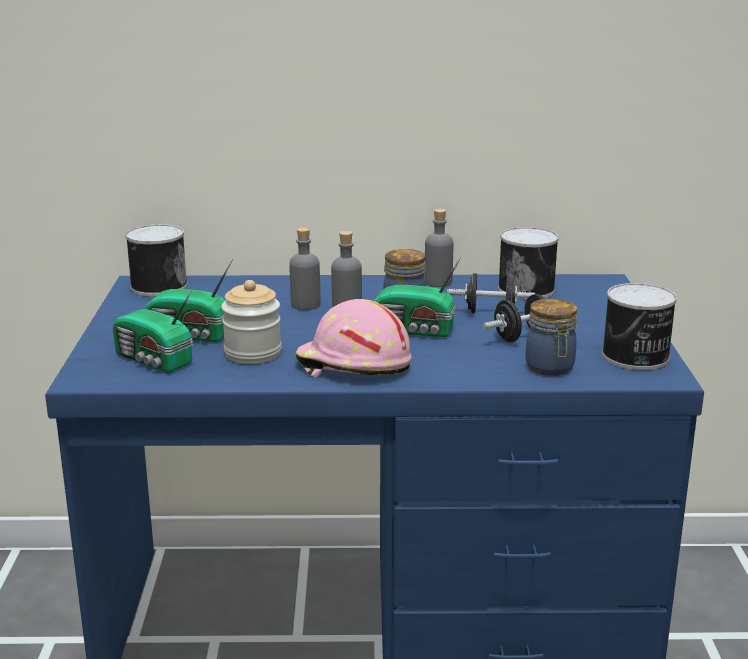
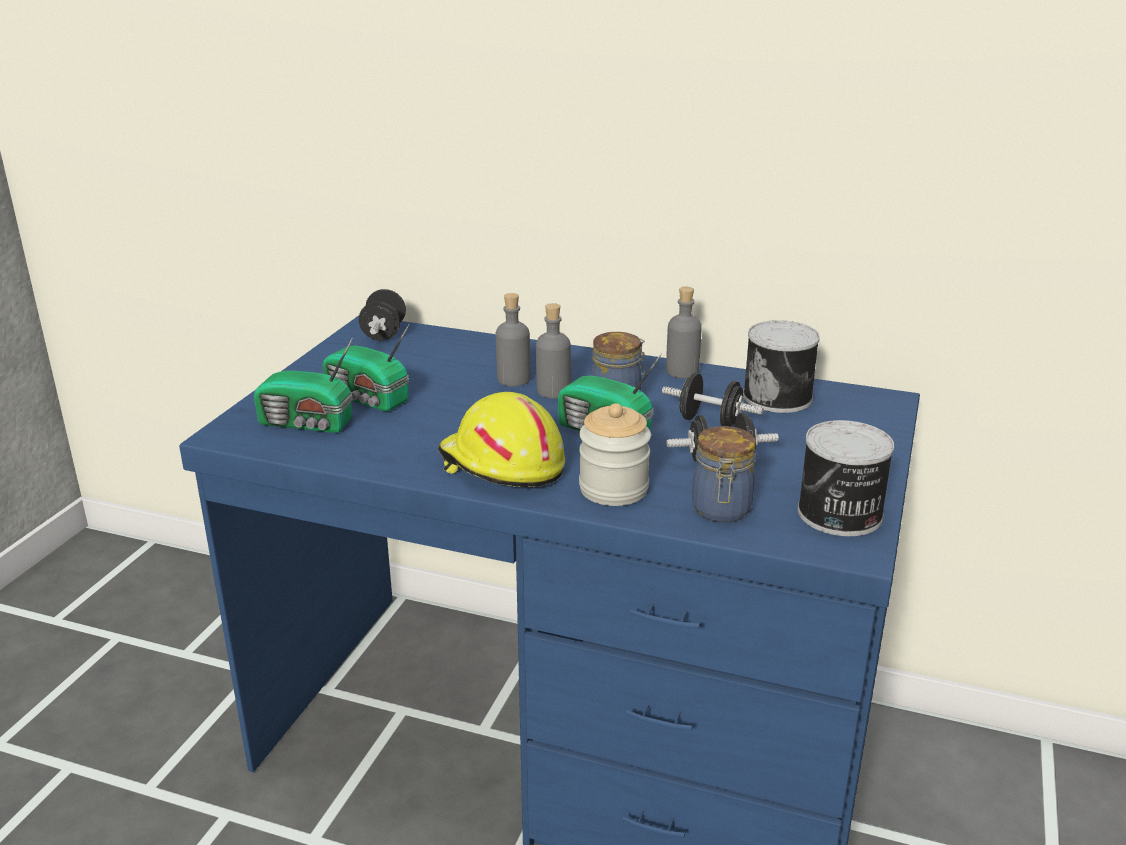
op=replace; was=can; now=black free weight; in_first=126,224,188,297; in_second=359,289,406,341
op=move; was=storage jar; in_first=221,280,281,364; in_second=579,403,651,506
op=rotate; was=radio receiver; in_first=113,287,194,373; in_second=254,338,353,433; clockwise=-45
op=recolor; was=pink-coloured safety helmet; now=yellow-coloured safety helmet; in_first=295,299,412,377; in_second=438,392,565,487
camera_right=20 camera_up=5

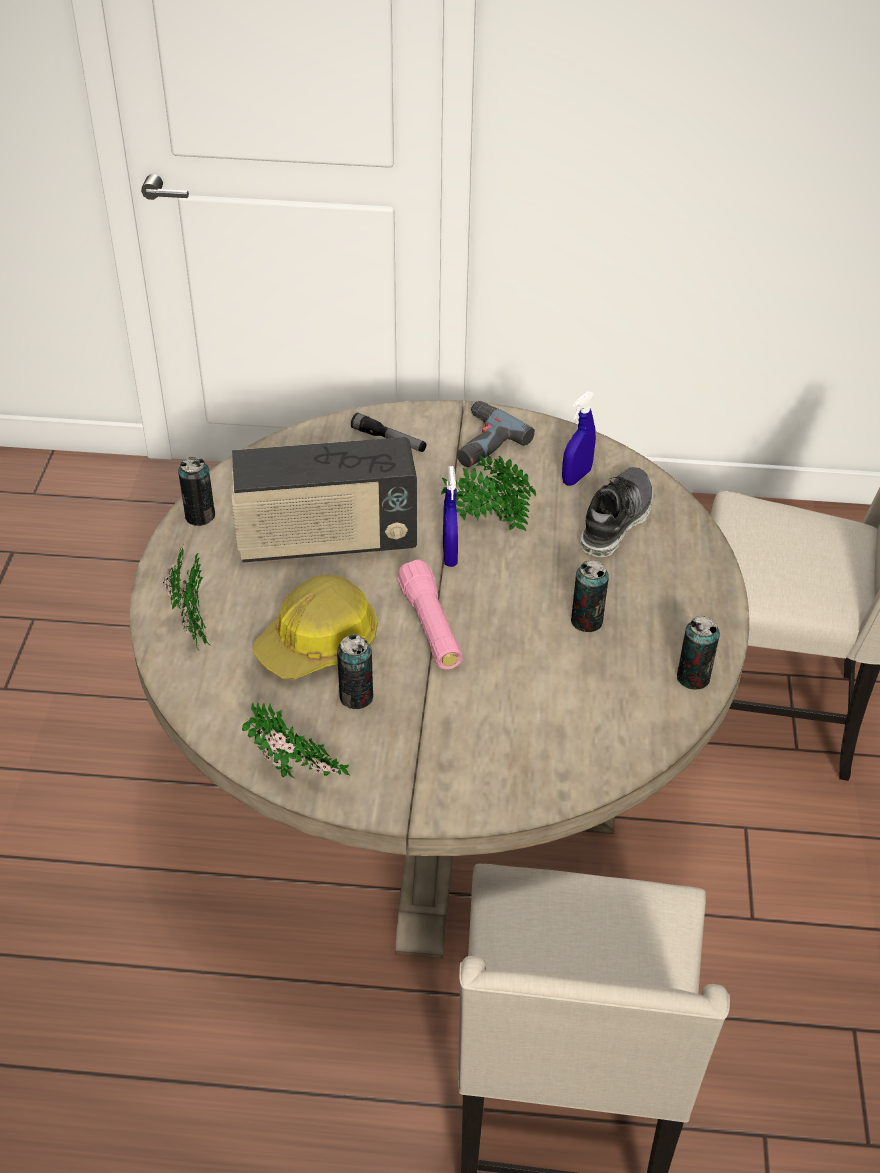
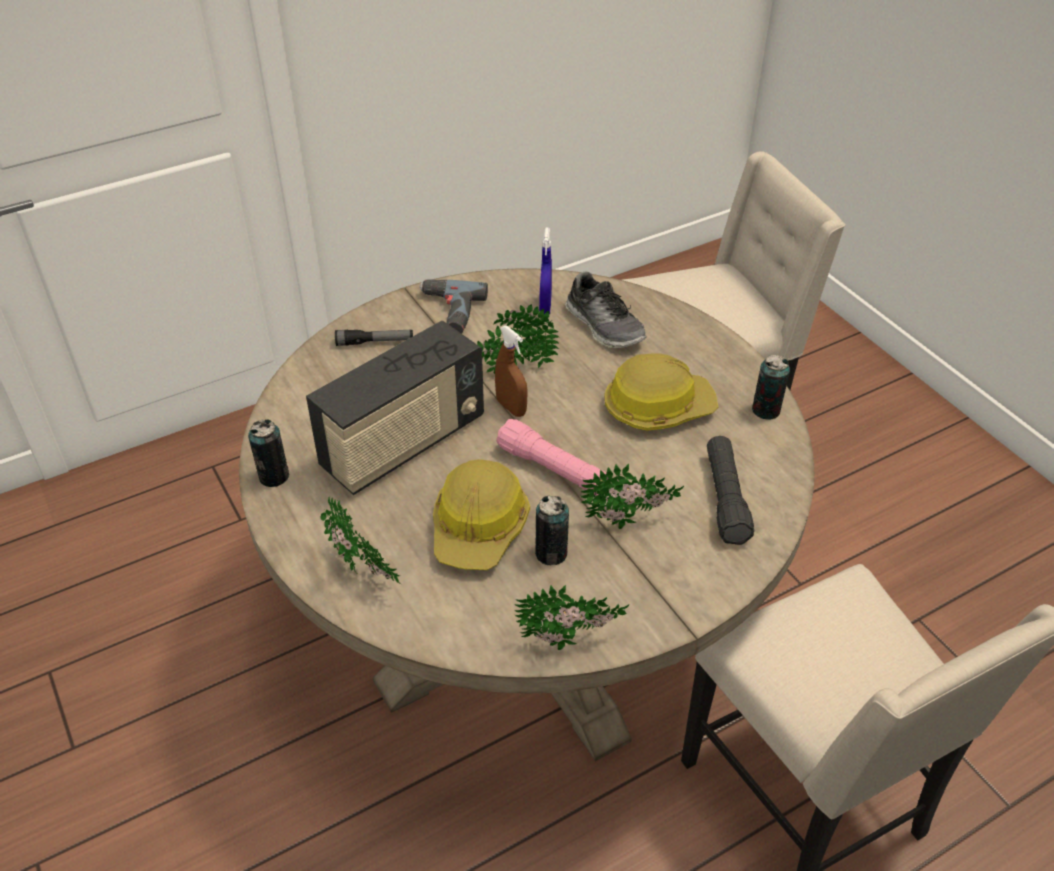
op=recolor; was=blue hand sprayer; now=brownish hand sprayer; in_first=443,466,458,567; in_second=495,326,528,417
op=rotate; was=shoe; in_first=581,467,653,558; in_second=565,272,647,348; clockwise=150
op=replace; was=can; now=safety helmet; in_first=571,560,609,632; in_second=604,353,718,431
op=insert; now=black flashlight; in_second=707,436,754,545
op=insert; now=houseplant; in_second=581,464,684,529
camera_right=-35 camera_up=0

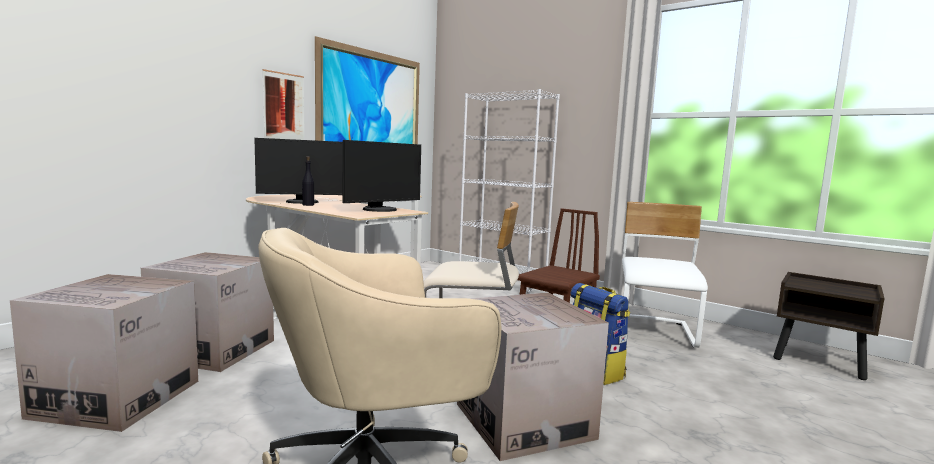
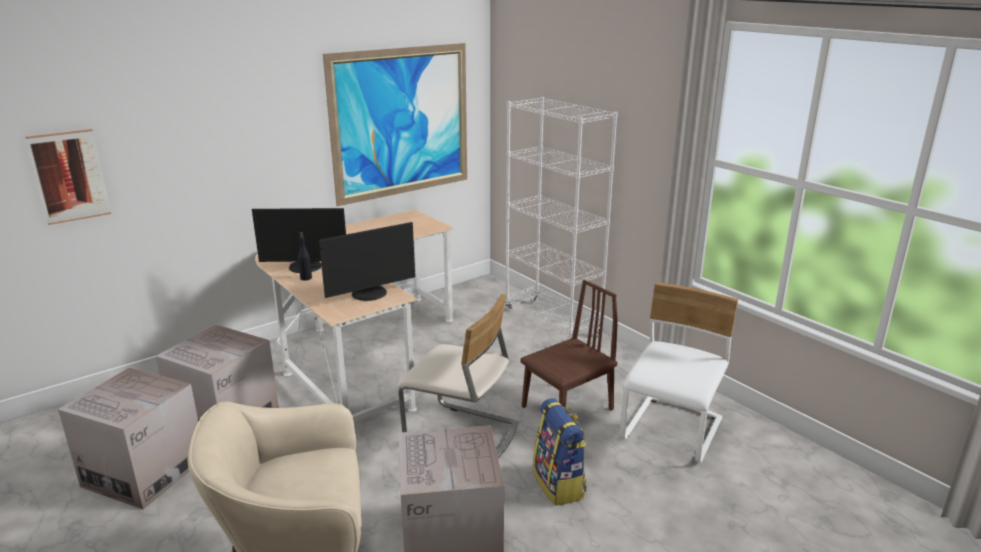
op=move; was=wall art; in_first=262,69,304,140; in_second=25,129,111,225
op=delete; was=brownish nightstand; in_first=773,272,884,380
camera_right=15 camera_up=15

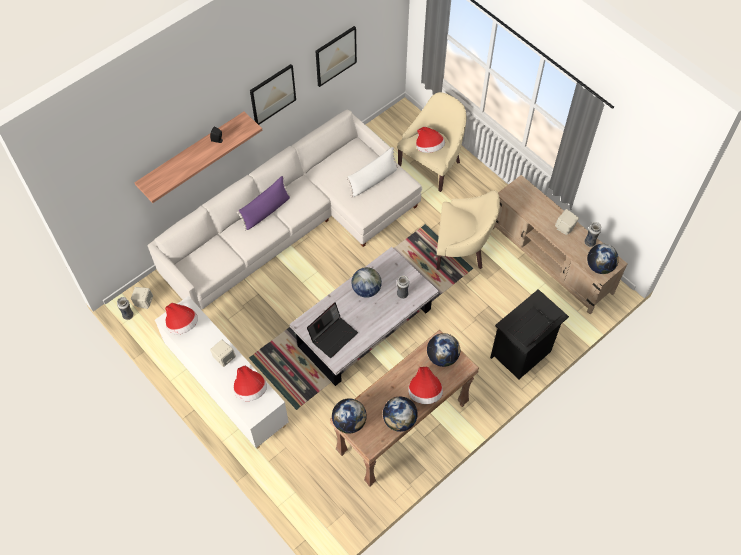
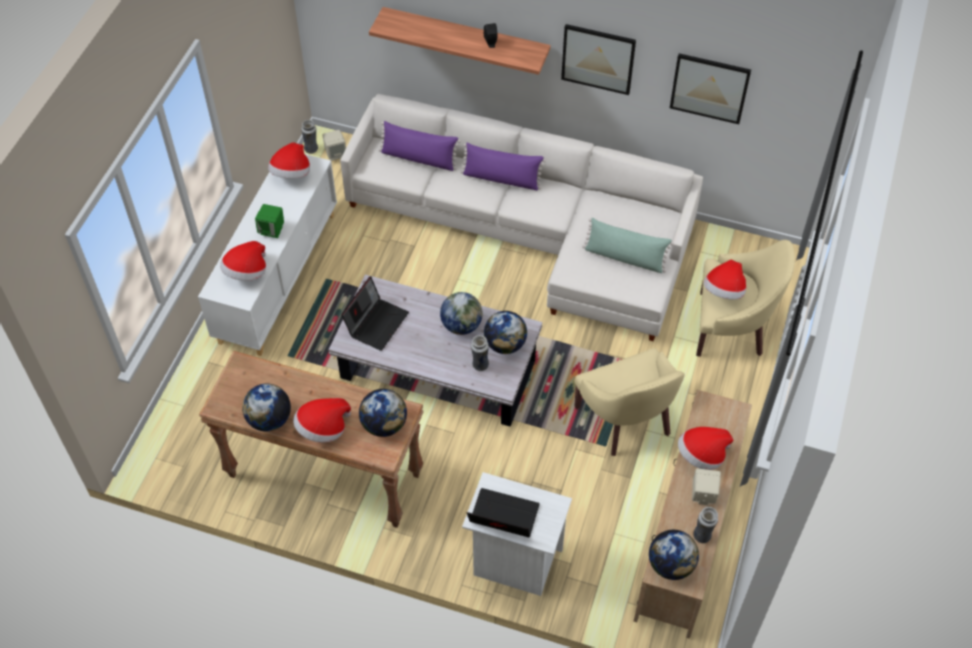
op=recolor; was=whitish cushion; now=green cushion; in_first=346,147,398,197; in_second=582,218,674,273
op=recolor; was=black nightstand; now=whitish nightstand; in_first=490,289,569,379; in_second=462,472,572,596
op=rotate; was=notebook computer; in_first=307,302,358,358; in_second=341,276,409,351; clockwise=-75
op=recolor; was=sand-coloured speaker; now=green speaker; in_first=210,340,236,367; in_second=255,204,284,238
op=move; was=globe; in_first=332,398,367,434; in_second=484,311,527,354
op=insert; now=purple-coloured cushion; in_second=379,121,461,171
op=insert; now=hat; in_second=678,427,734,470
camera_right=60 camera_up=-5

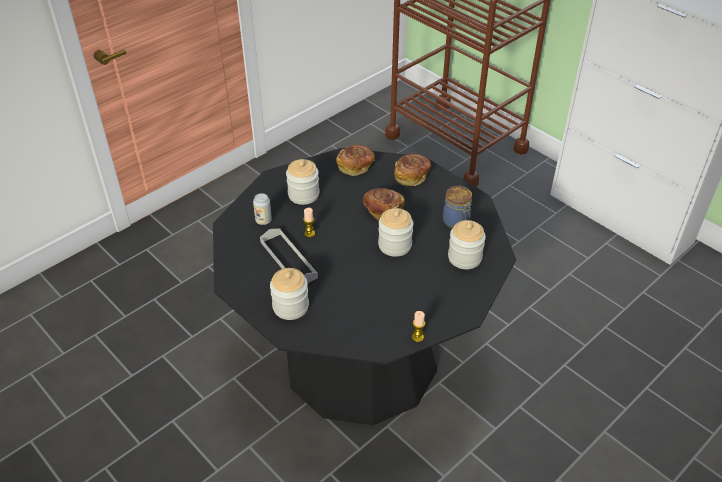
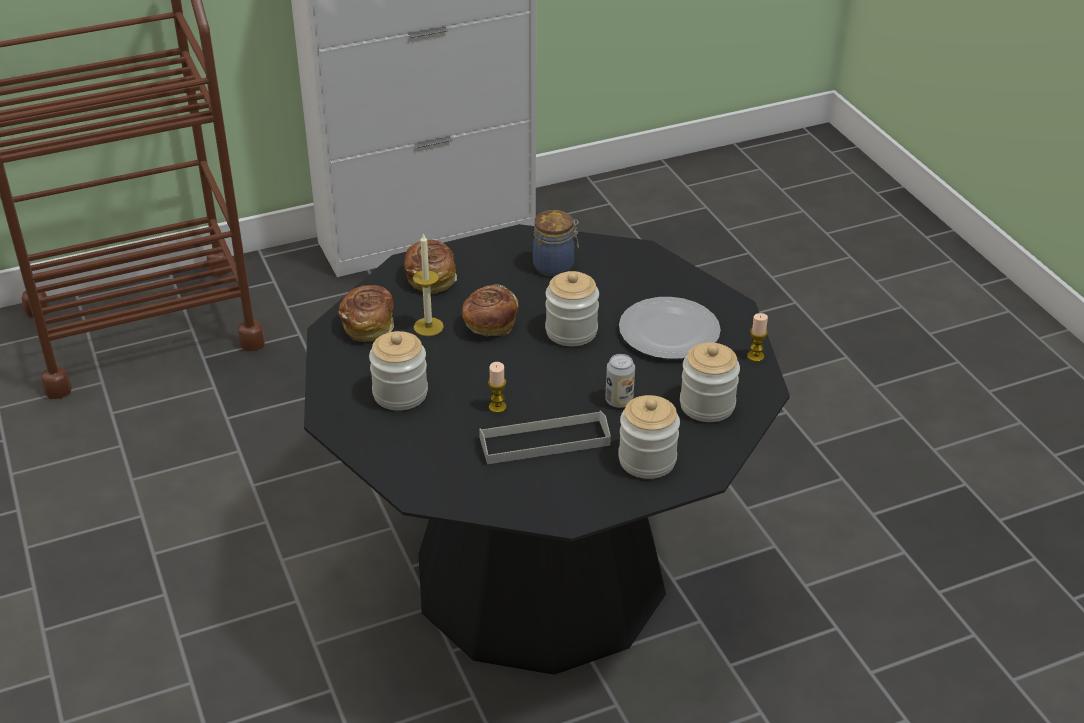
op=move; was=can; in_first=253,193,272,225; in_second=605,354,635,408
op=move; was=storage jar; in_first=448,220,486,269; in_second=680,342,740,422
op=insert; now=candle; in_second=413,233,444,336
op=insert; now=flat dish; in_second=619,297,721,359
camera_right=-70 camera_up=-5

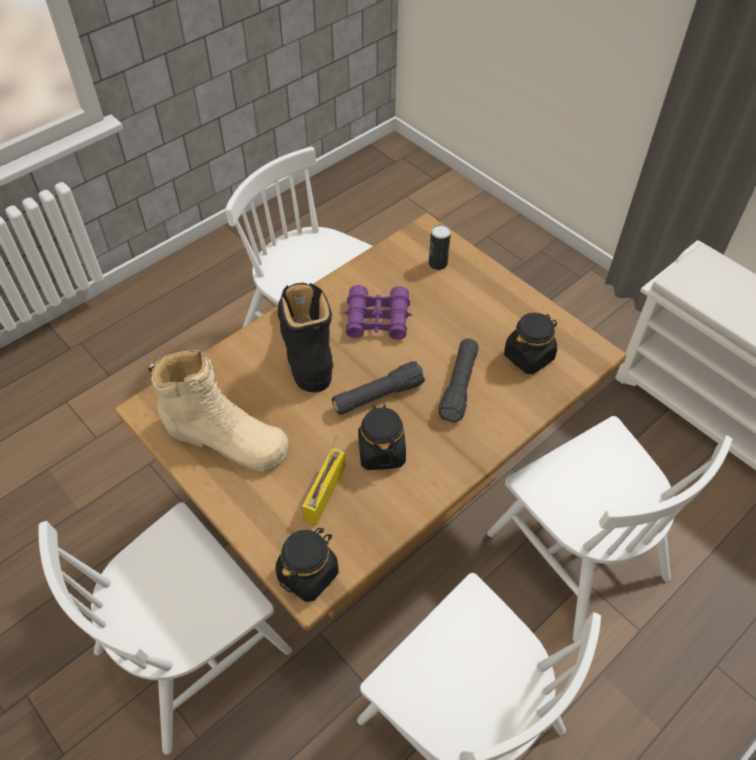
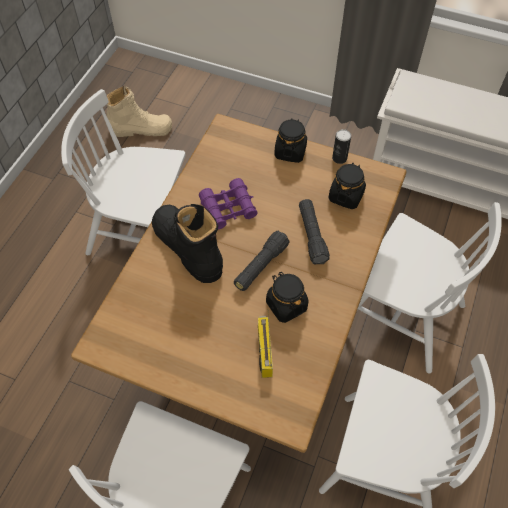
op=move; was=can; in_first=429,225,451,270; in_second=332,129,351,164
op=move; was=sand-coloured tall boot; in_first=148,350,288,472; in_second=106,86,172,137
op=move; was=black storage jar; in_first=276,528,338,602; in_second=274,118,307,163
camera_right=-25 camera_up=5

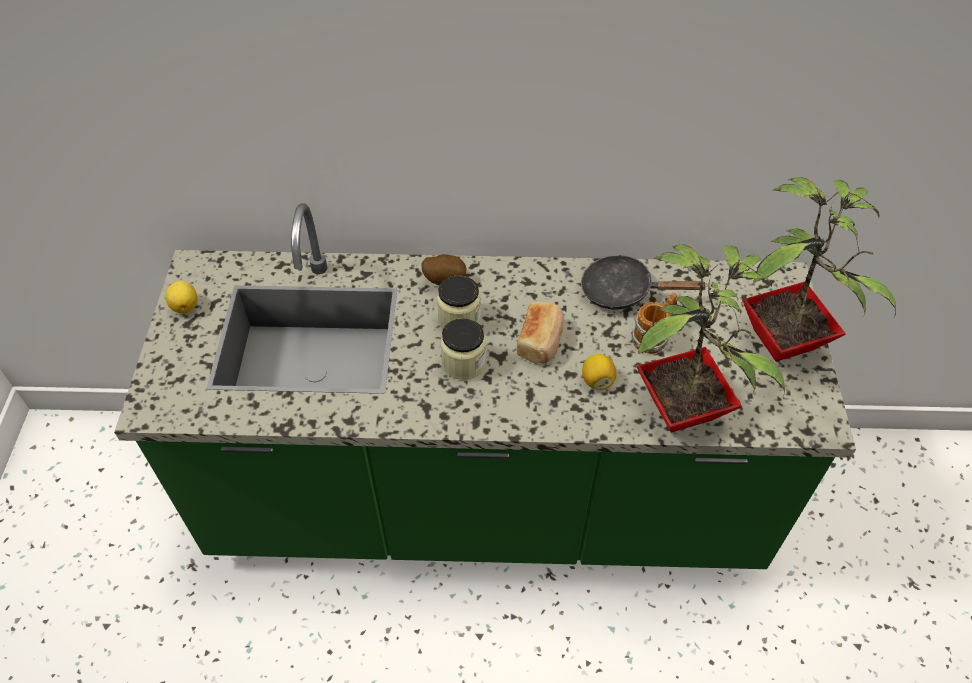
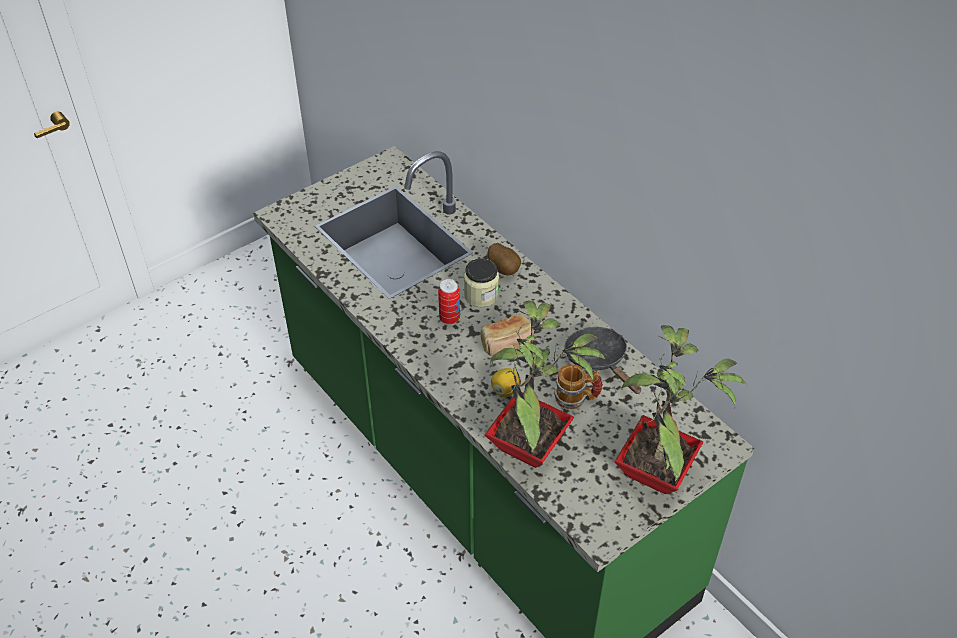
op=delete; was=citrus fruit; in_first=166,281,198,314
op=replace; was=storage jar; now=can; in_first=440,318,486,380; in_second=438,279,460,325
camera_right=50 camera_up=-5

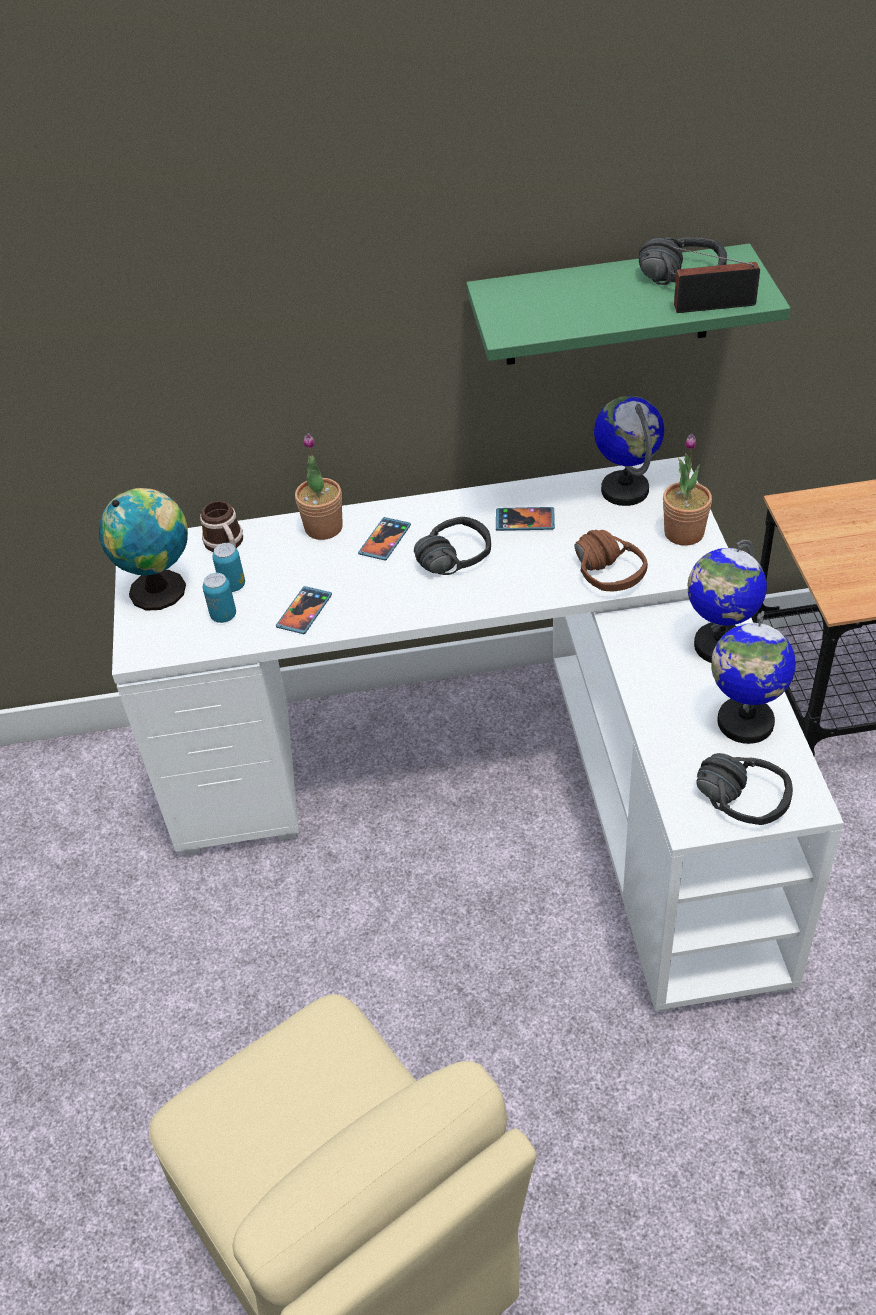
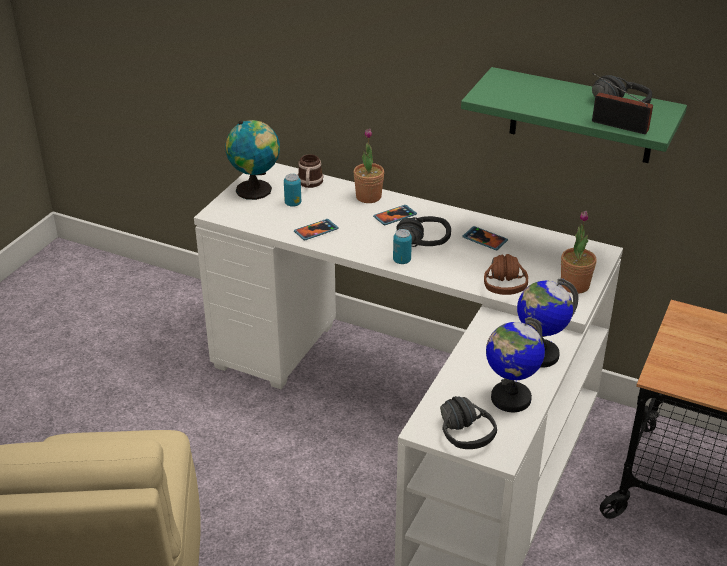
op=delete; was=globe; in_first=594,396,664,506
op=move; was=can; in_first=203,573,236,623; in_second=393,229,412,264
camera_right=30 camera_up=-10

